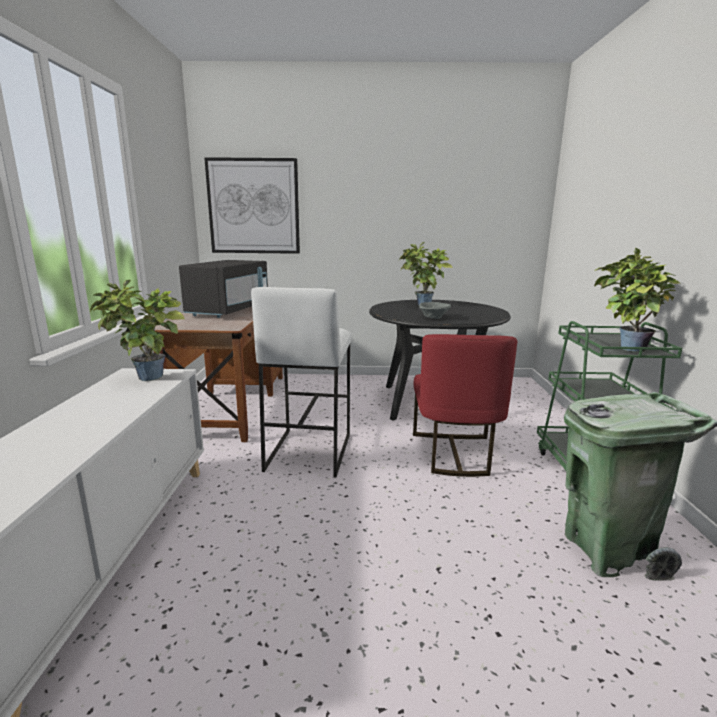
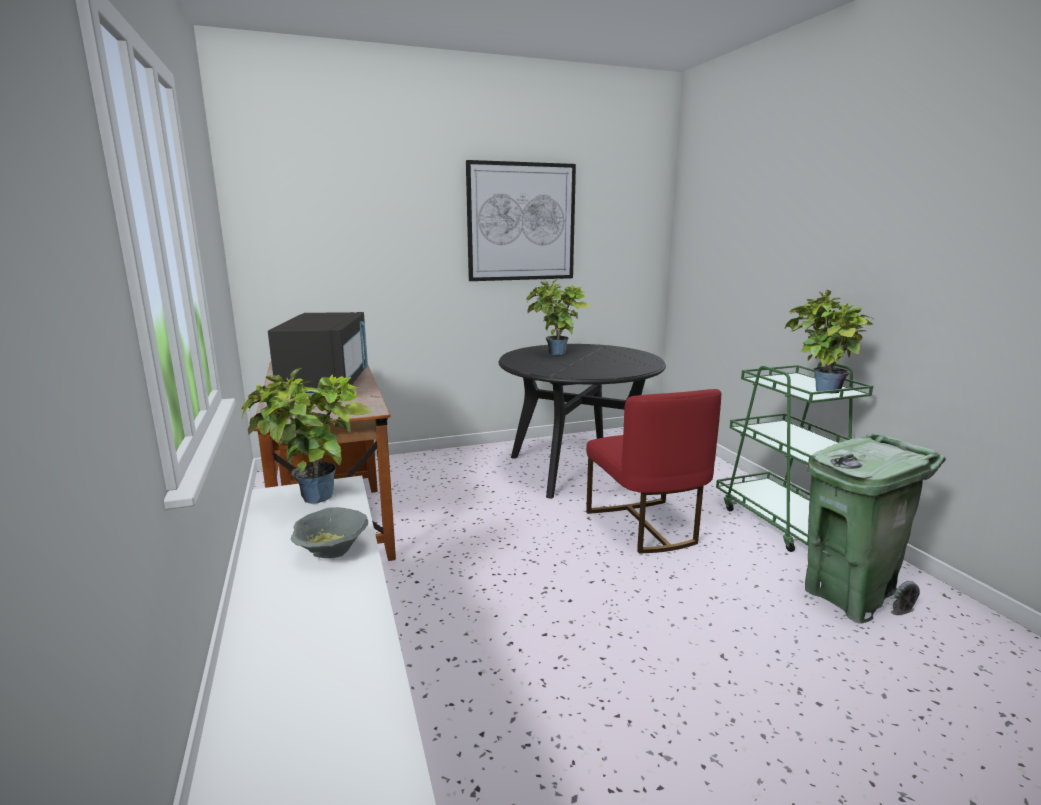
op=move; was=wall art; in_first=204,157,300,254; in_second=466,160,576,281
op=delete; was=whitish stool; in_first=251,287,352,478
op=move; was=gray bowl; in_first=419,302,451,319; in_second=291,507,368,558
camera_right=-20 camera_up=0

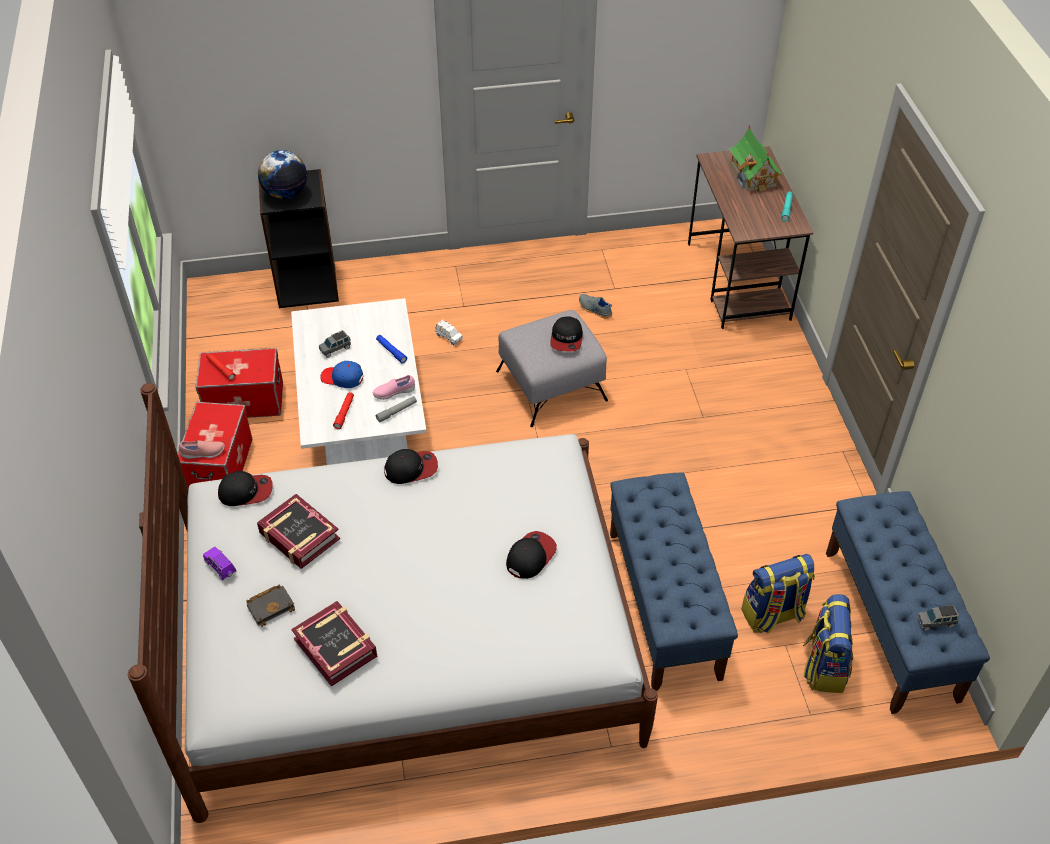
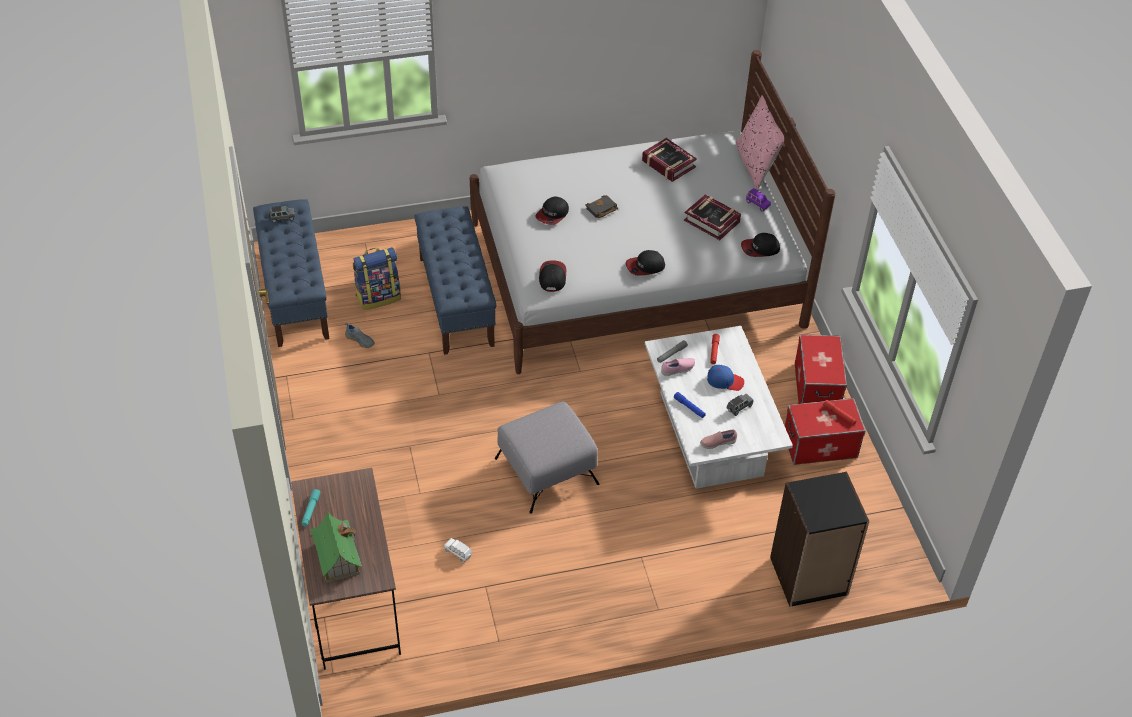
op=delete; was=globe; in_first=258,150,307,199
op=move; was=gray shoe; in_first=579,294,613,318; in_second=345,323,375,348
op=move; was=baseball cap; in_first=550,316,583,352; in_second=539,260,566,292
op=move; was=whitish toy car; in_first=435,320,463,346; in_second=444,538,472,562
op=move; was=pink-coloured shoe; in_first=178,440,225,459; in_second=700,429,737,449
op=move; was=black bound book; in_first=246,585,295,627; in_second=585,195,618,218
op=delete; was=backpack; in_first=803,594,853,693
op=insert; now=pink-coloured cushion; in_second=736,95,784,190
camera_right=175 camera_up=0

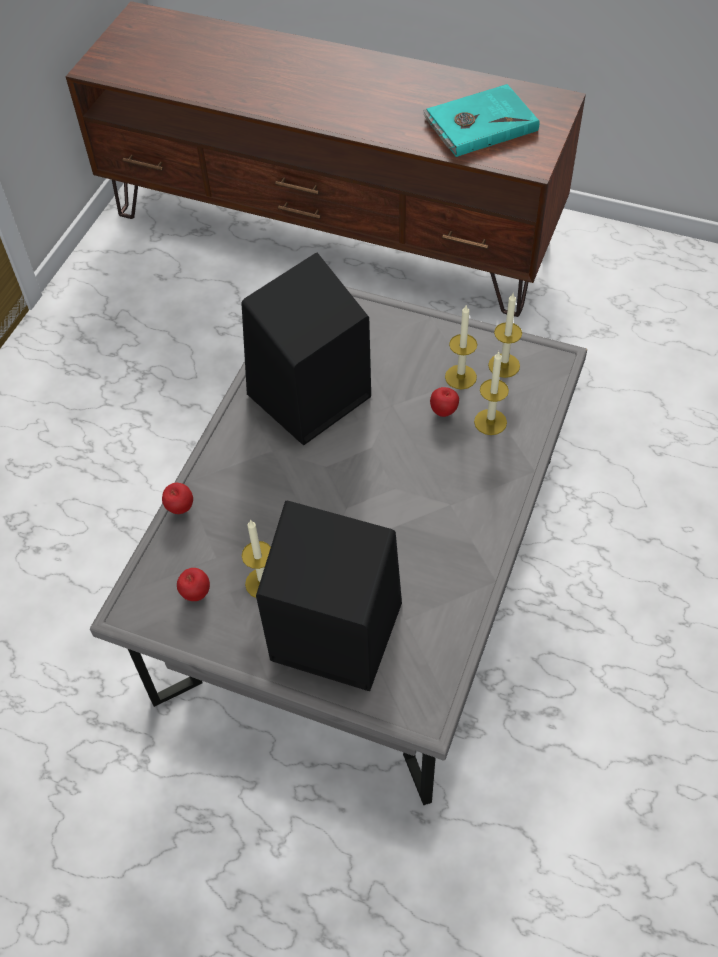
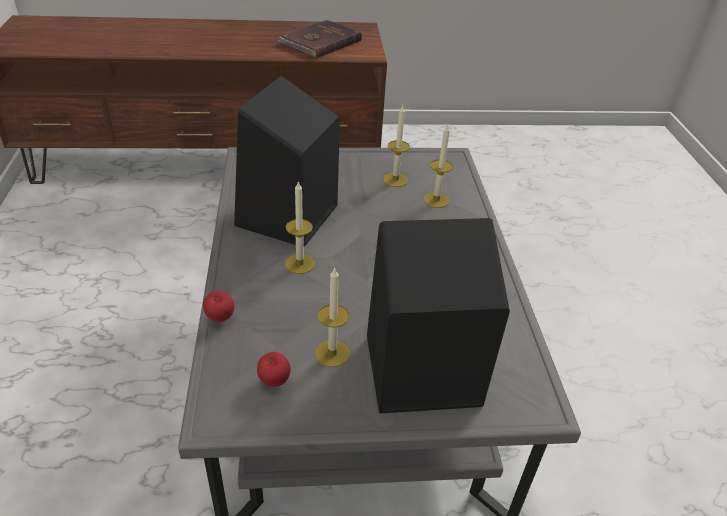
op=recolor; was=blue-green bound book; now=brownish bound book; in_first=423,84,539,157; in_second=278,20,362,58
op=move; was=candle; in_first=488,294,522,378; in_second=285,181,315,274
op=delete; was=apple; in_first=430,387,459,417
camera_right=-30 camera_up=-15

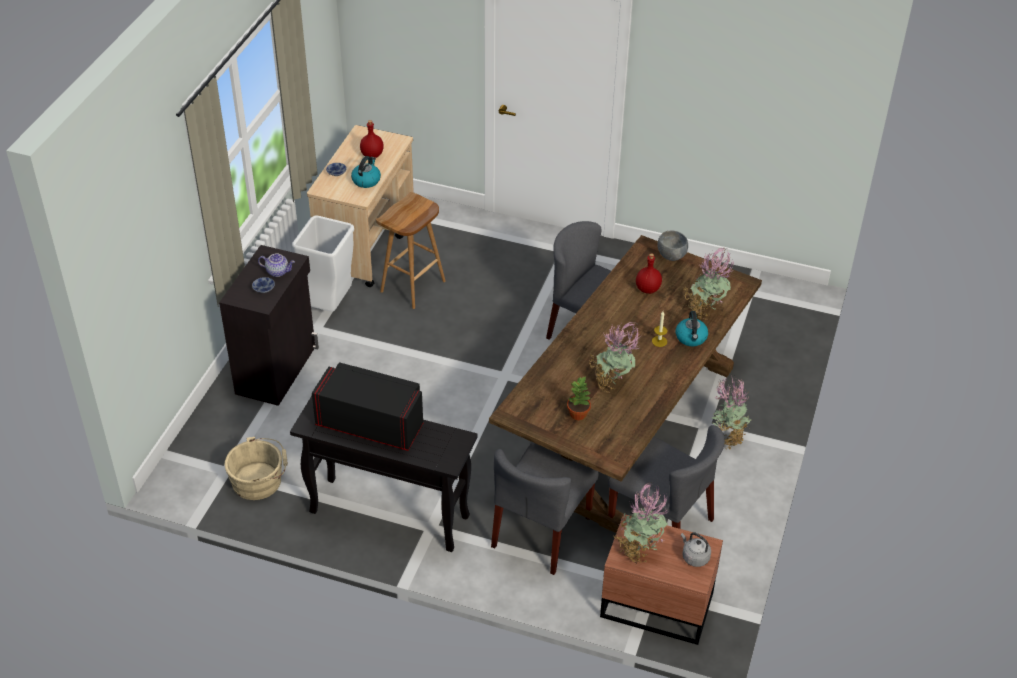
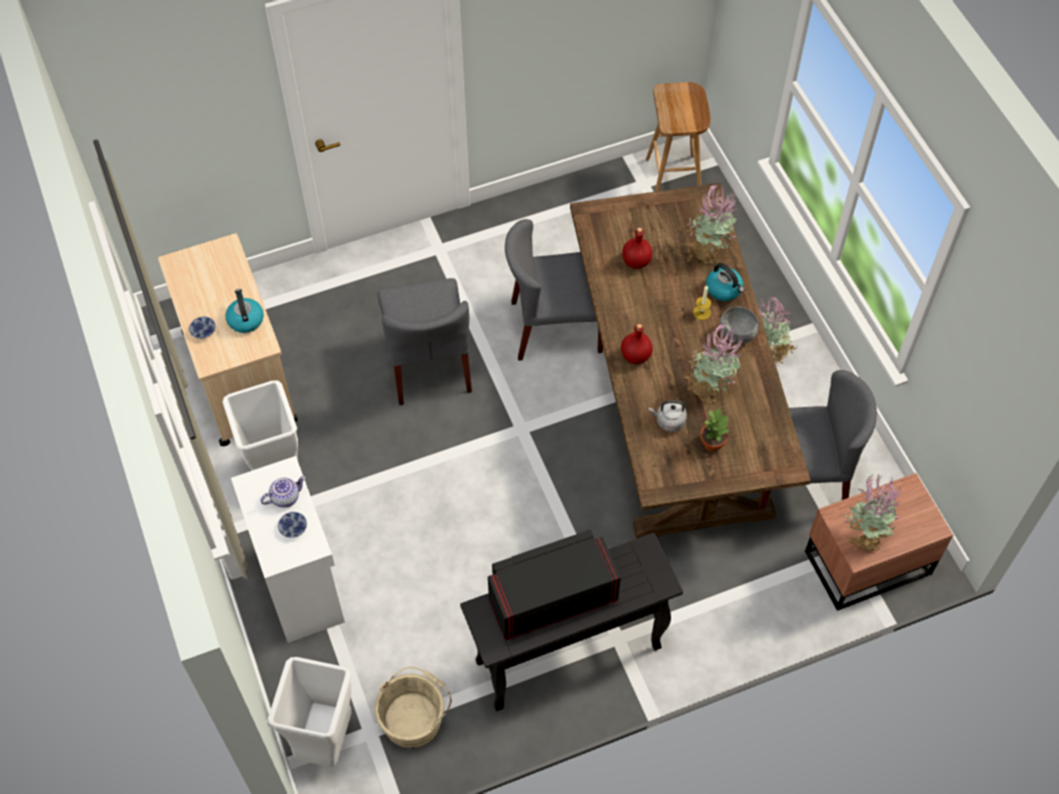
op=move; was=reddish beverage bottle; in_first=360,120,384,158; in_second=621,324,653,364
op=move; was=brownish stool; in_first=376,192,446,309; in_second=646,82,711,192
op=move; was=gray bowl; in_first=657,231,688,261; in_second=719,307,759,344
op=recolor; was=black storage cabinet; now=whitish storage cabinet; in_first=219,245,319,406; in_second=231,456,345,643
op=move; was=gray upright chair; in_first=491,443,599,575; in_second=377,278,472,405
op=move; was=gray kettle; in_first=681,532,711,567; in_second=649,401,687,432
op=insert; now=whitish rubbish bin; in_second=268,657,352,767
camera_right=-40 camera_up=15

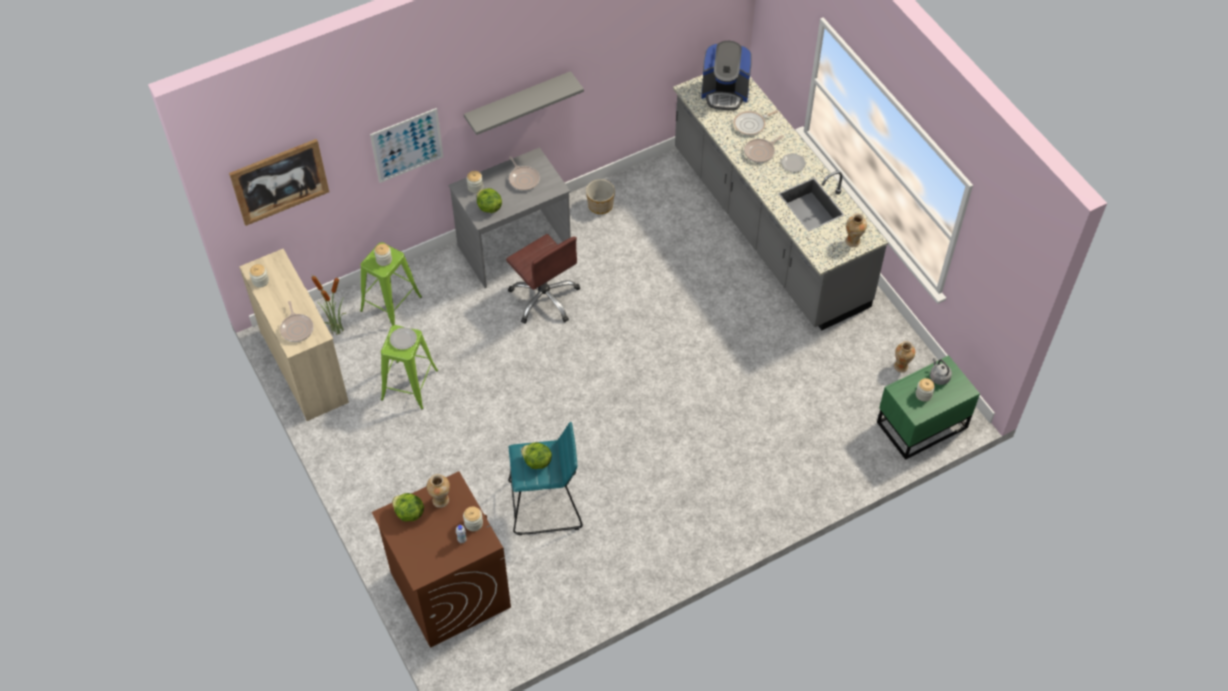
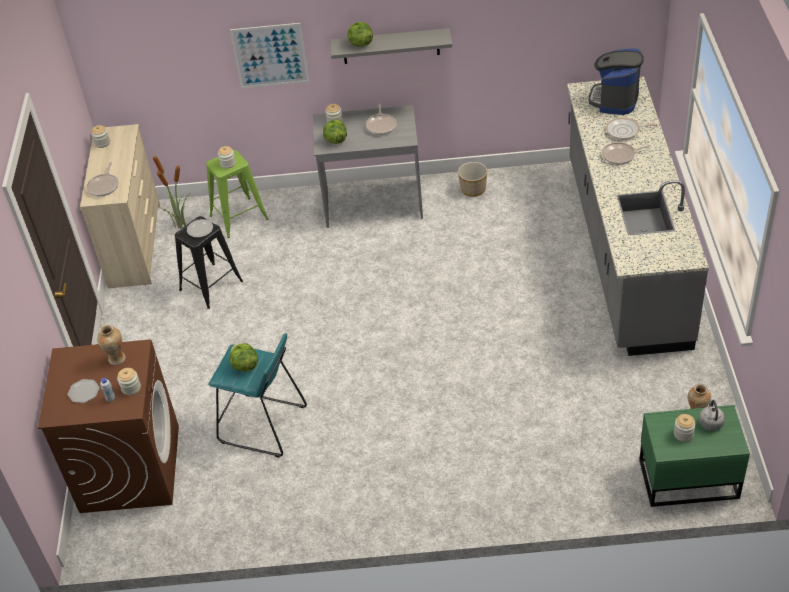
op=rotate; was=coffee brewer; in_first=701,41,752,110; in_second=589,48,644,115; clockwise=75
op=delete; was=wall art; in_first=229,139,329,226
op=move; was=flat dish; in_first=780,153,806,173; in_second=68,379,100,403
op=delete; was=decorative vase; in_first=846,213,867,247
op=delete; was=brownish office chair; in_first=506,234,580,324
op=recolor; was=green stool; now=black stool; in_first=381,325,438,410; in_second=175,216,243,309
op=move; was=lettuce head; in_first=392,493,424,521; in_second=348,22,373,47
camera_right=30 camera_up=-10

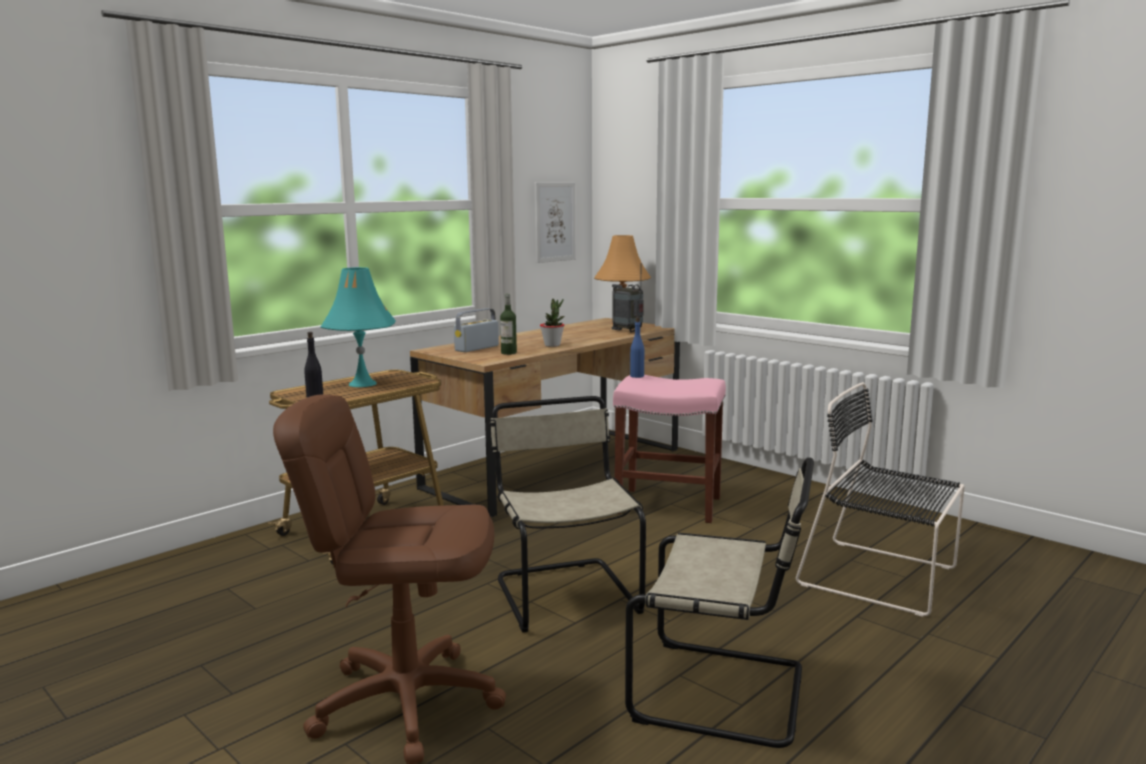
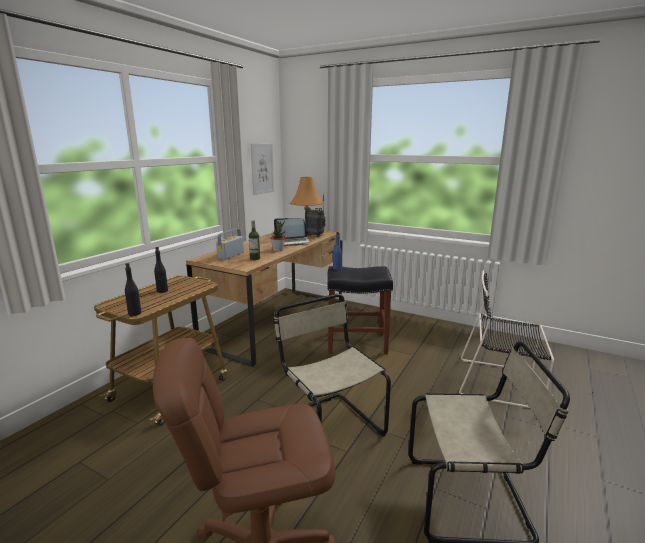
op=replace; was=blue-green tabletop lamp; now=black beverage bottle; in_first=321,267,396,387; in_second=154,247,168,293
op=recolor; was=pink-coloured stool; now=black stool; in_first=613,375,726,523; in_second=327,266,393,354
op=insert; now=notebook computer; in_second=274,218,310,246
camera_right=-15 camera_up=5

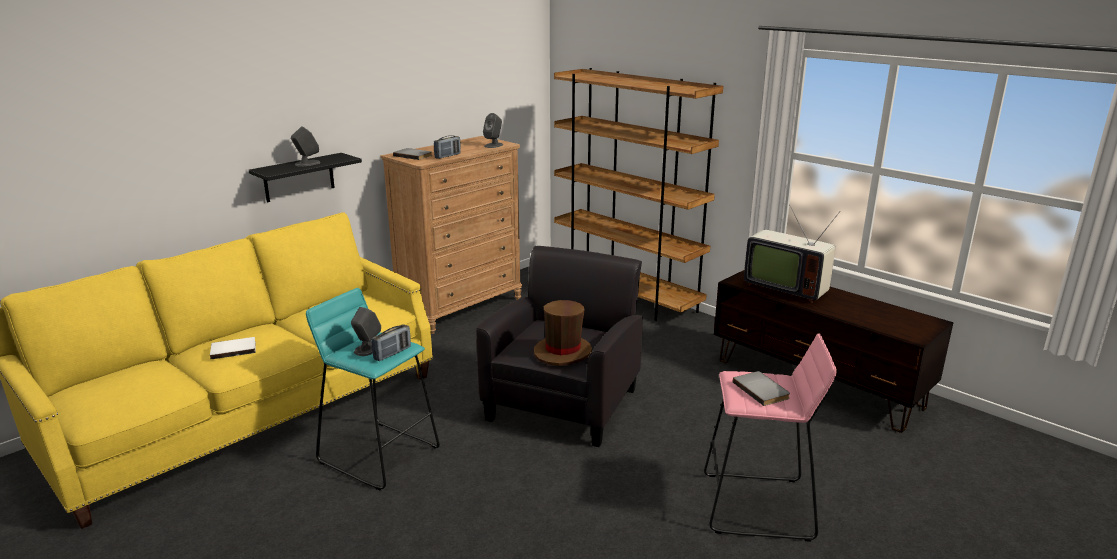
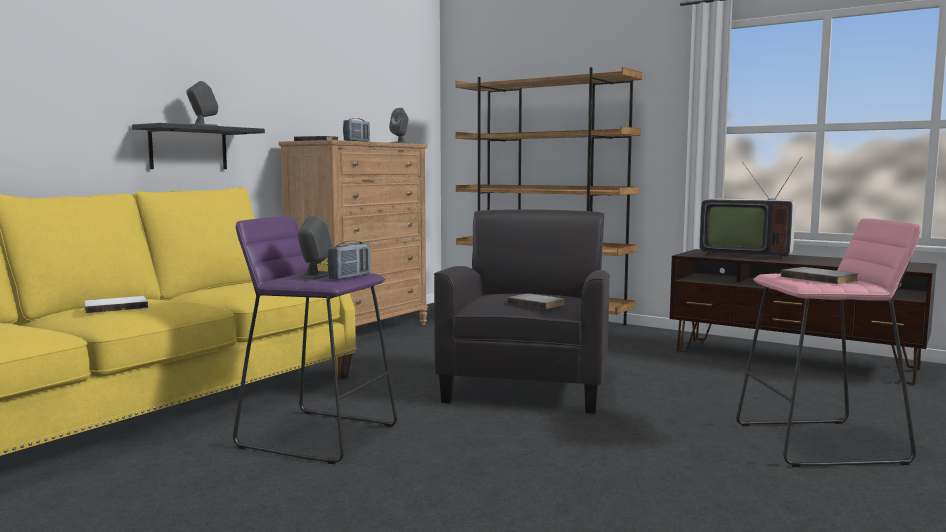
op=recolor; was=blue-green stool; now=purple-coloured stool; in_first=306,288,440,490; in_second=233,216,397,464
op=replace; was=brownish hat; now=gray bound book; in_first=534,300,592,366; in_second=507,293,565,309
camera_right=-10 camera_up=-15

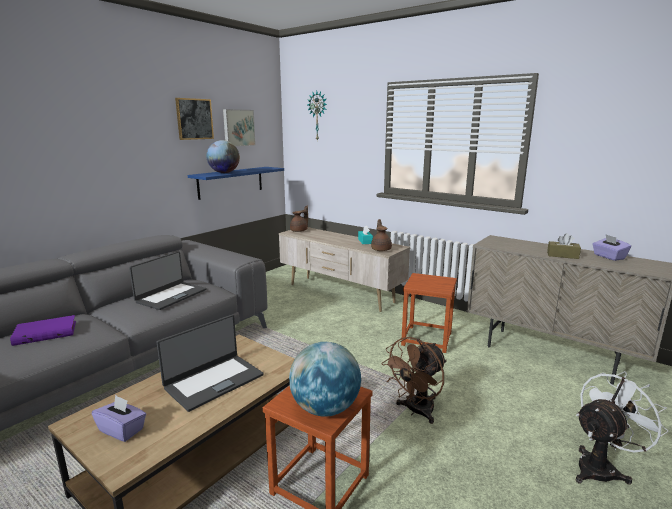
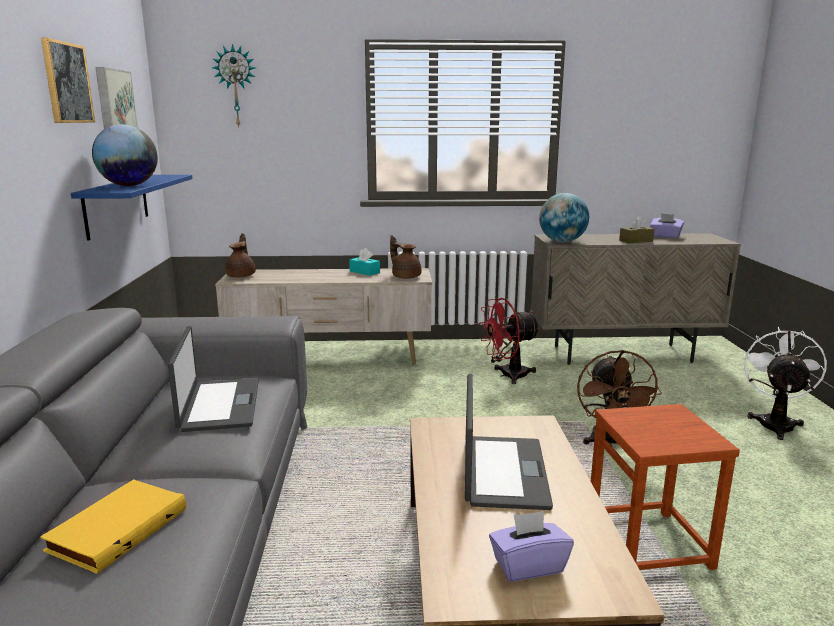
op=replace; was=brownish stool; now=reddish cooling fan; in_first=401,273,457,353; in_second=479,298,540,384
op=recolor; was=purple-coloured bound book; now=yellow-coloured bound book; in_first=10,315,76,346; in_second=40,479,186,574
op=move; was=globe; in_first=289,342,361,417; in_second=539,193,589,242
camera_right=-40 camera_up=0

